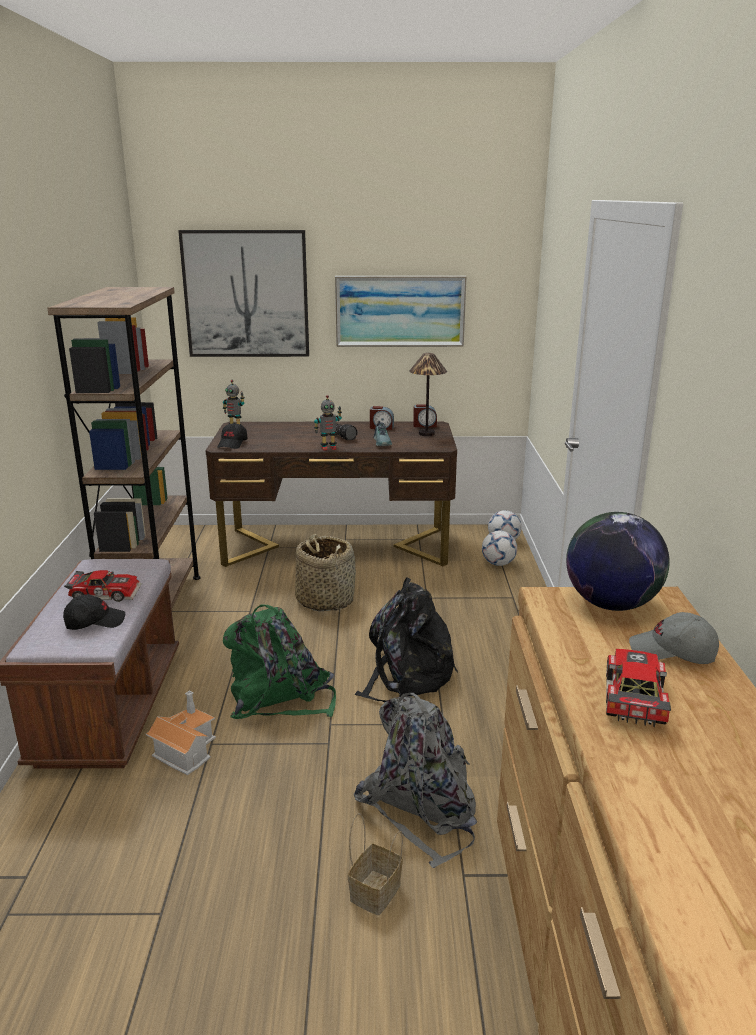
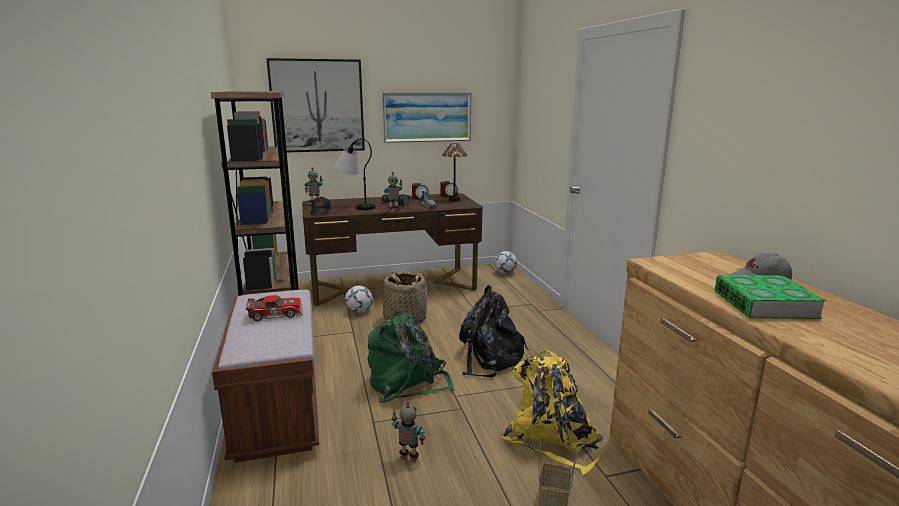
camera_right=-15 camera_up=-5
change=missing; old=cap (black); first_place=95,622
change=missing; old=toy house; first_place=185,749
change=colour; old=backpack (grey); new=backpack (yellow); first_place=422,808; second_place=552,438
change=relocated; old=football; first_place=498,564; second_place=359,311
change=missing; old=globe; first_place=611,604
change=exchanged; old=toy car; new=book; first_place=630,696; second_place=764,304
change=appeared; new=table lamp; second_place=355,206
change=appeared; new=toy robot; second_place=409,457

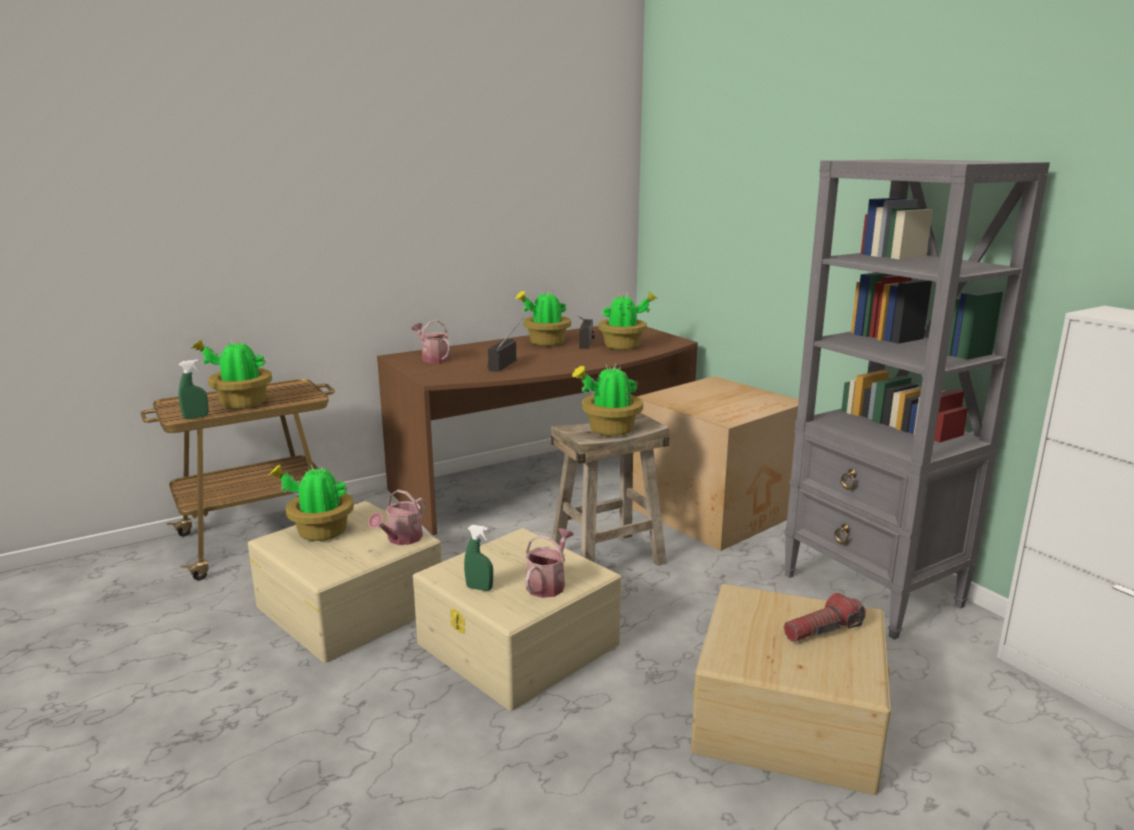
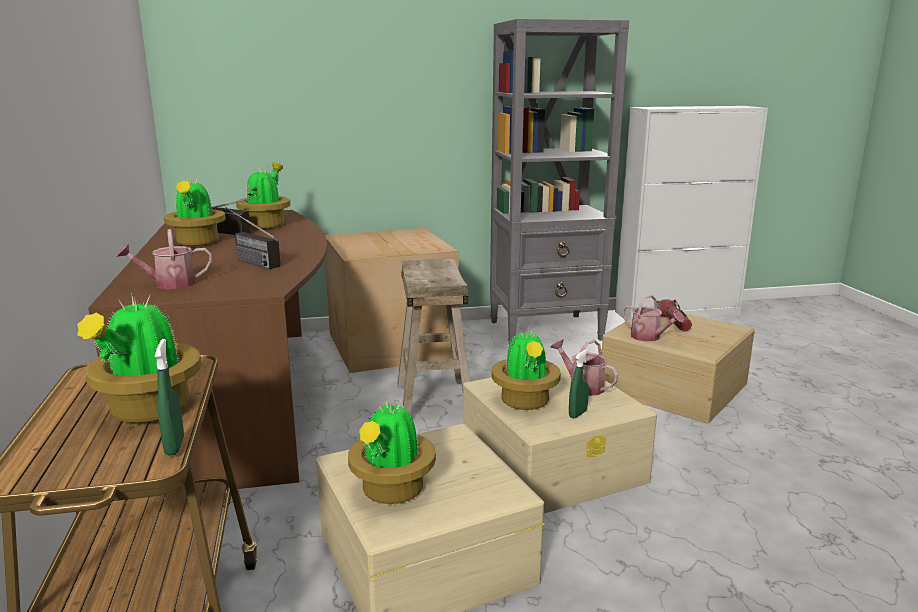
camera_right=-70 camera_up=0
change=relocated; old=watering can; first_place=401,539; second_place=649,337
change=relocated; old=potted plant; first_place=609,430; second_place=525,402

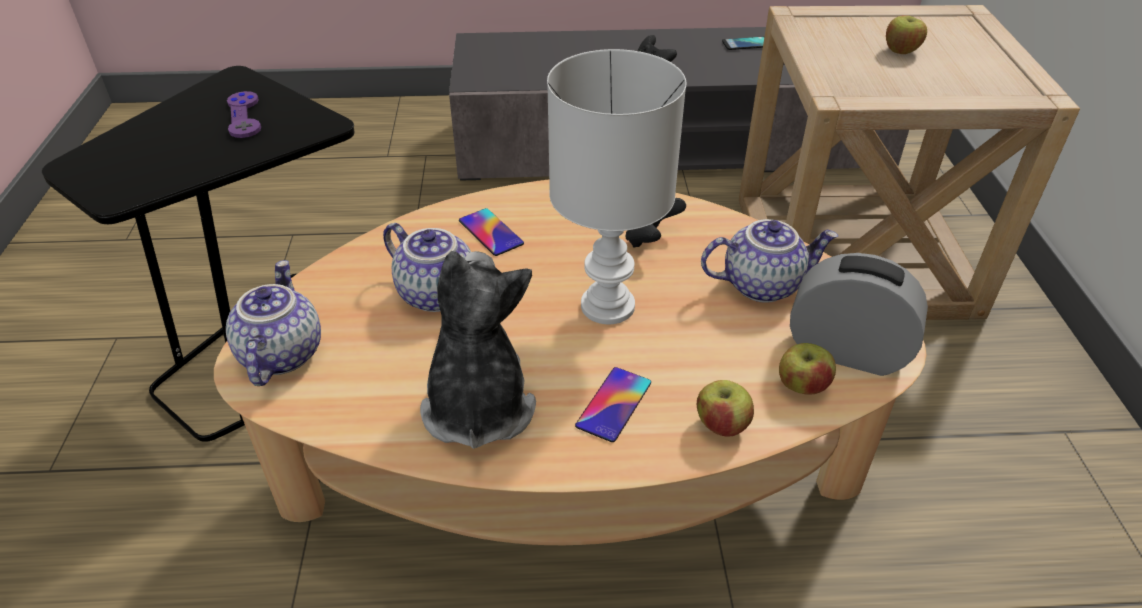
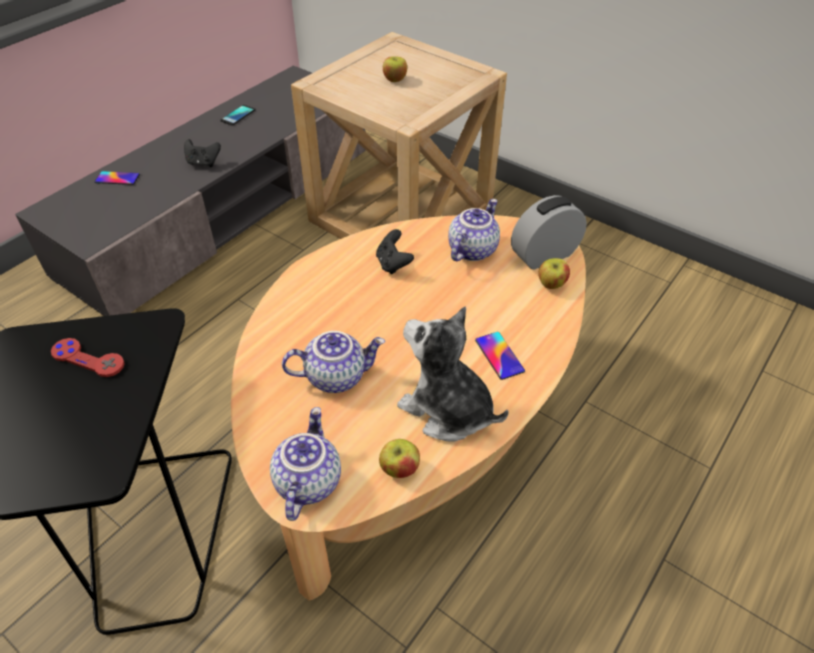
camera_right=-50 camera_up=5
change=spun; old=teapot; first_place=280,354; second_place=306,481; degrees=60
change=colour; old=game controller (purple); new=game controller (red); first_place=244,116; second_place=88,359
change=relocated; old=phone; first_place=491,232; second_place=117,178
change=missing; old=table lamp (white); first_place=610,306
change=relocated; old=apple; first_place=722,426; second_place=400,469

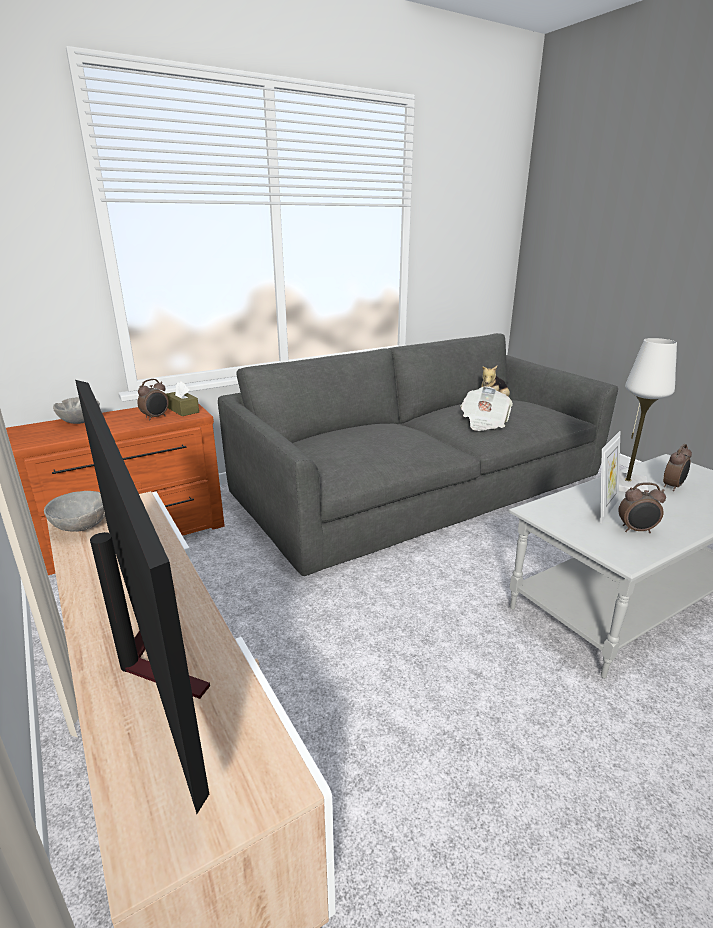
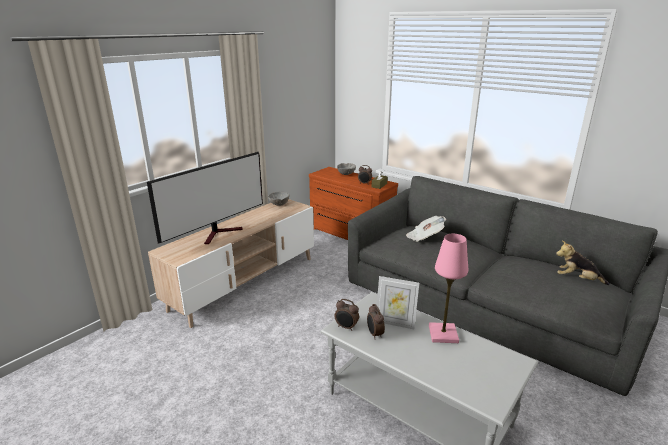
camera_right=70 camera_up=0
change=relocated; old=newspaper; first_place=484,422; second_place=424,237
change=colour; old=table lamp (white); new=table lamp (pink); first_place=626,485; second_place=443,334
change=relocated; old=alarm clock; first_place=673,487; second_place=346,327

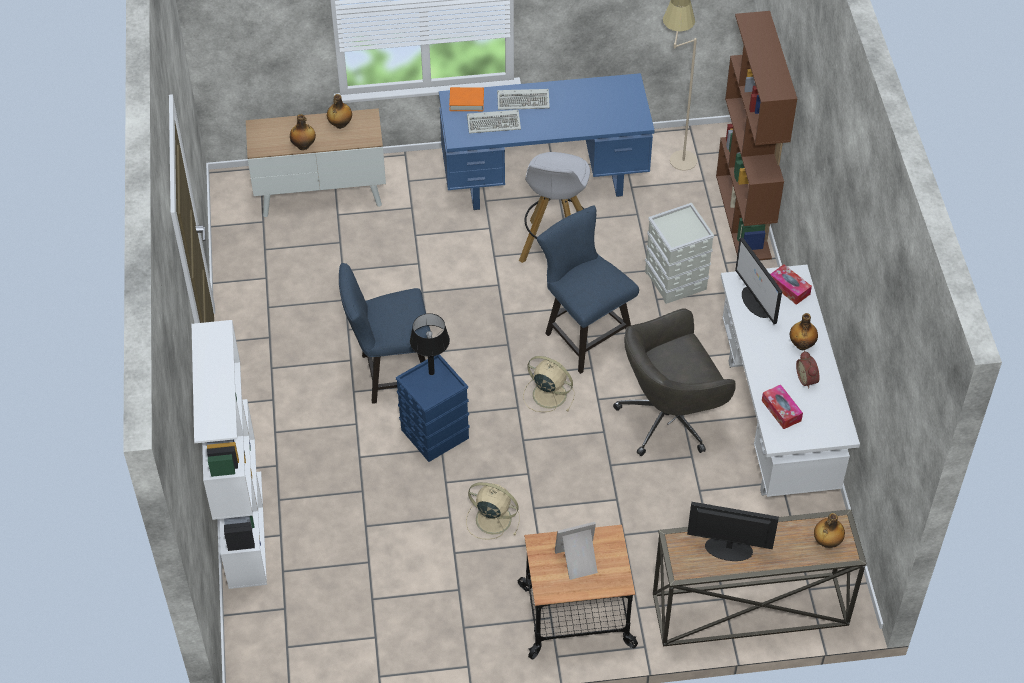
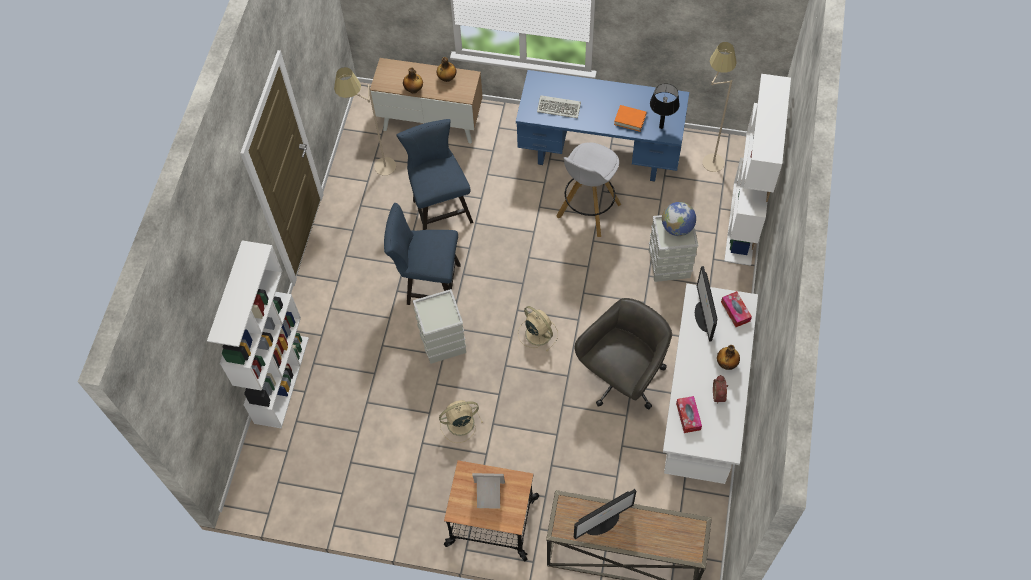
camera_right=20 camera_up=10
change=colour; old=storage box (blue); new=storage box (grey); first_place=434,435; second_place=442,343
change=relocated; old=table lamp (black); first_place=431,372; second_place=661,127
change=relocated; old=book (orange); first_place=466,101; second_place=630,119
change=spun; old=fan (beige); first_place=492,518; second_place=459,423; degrees=-60
change=missing; old=keyboard; first_place=524,101
change=relocated; old=chair (blue); first_place=584,334; second_place=440,208
change=spun; old=office chair (grey); first_place=670,417; second_place=622,378; degrees=135
change=spun; old=monitor; first_place=728,548; second_place=602,521; degrees=120
change=colour; old=bookcase (brown); new=bookcase (white); first_place=744,217; second_place=742,223
change=missing; old=bottle; first_place=826,542
change=appeared; new=floor lamp (beige); second_place=375,169
change=appeared; new=globe; second_place=677,227

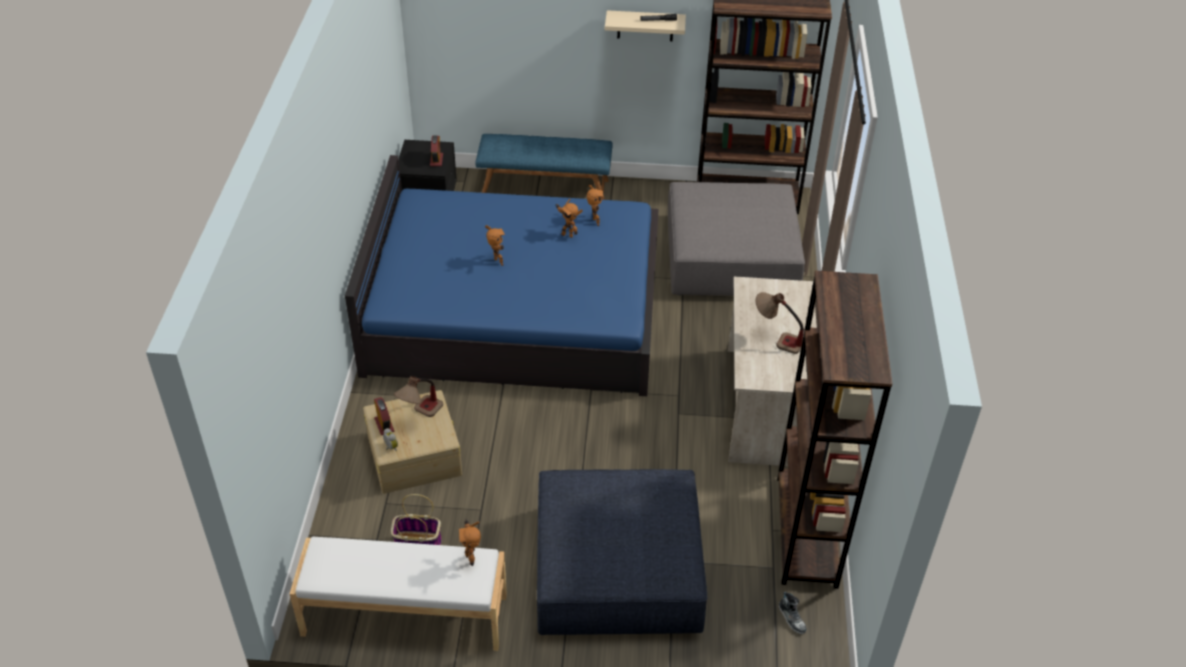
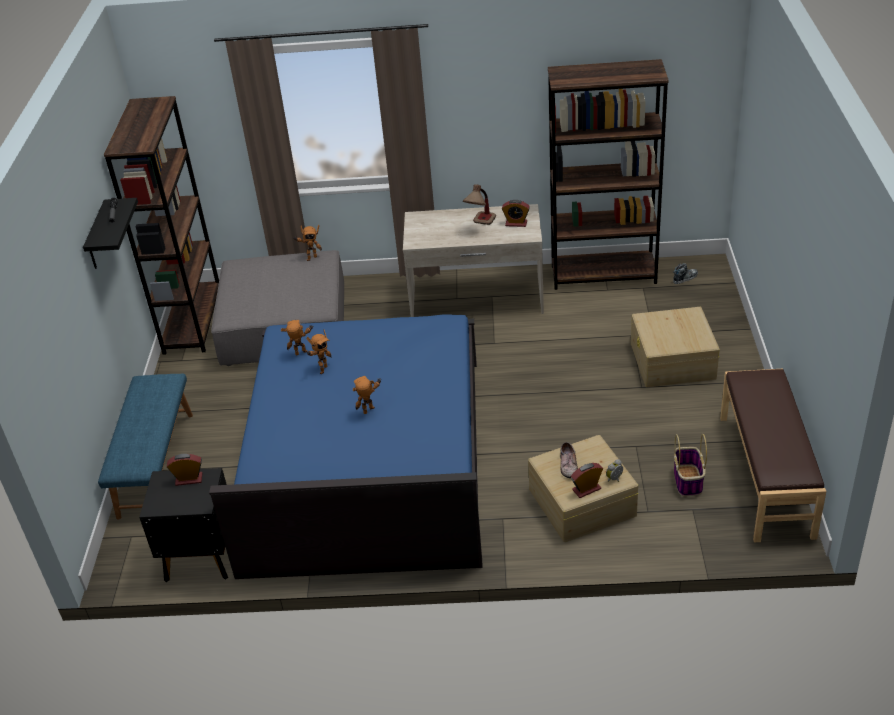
camera_right=-90 camera_up=-5
change=colour; old=bench (white); new=bench (brown); first_place=405,616; second_place=766,475
change=exchanged; old=table lamp; new=shoe; first_place=420,416; second_place=568,465
change=relocated; old=toy robot; first_place=471,558; second_place=311,258
change=exchanged; old=ottoman (blue); new=storage box (beige); first_place=617,569; second_place=672,361
change=colour; old=shelf (beige); new=shelf (black); first_place=645,25; second_place=98,237
change=appeared; new=alarm clock; second_place=516,223

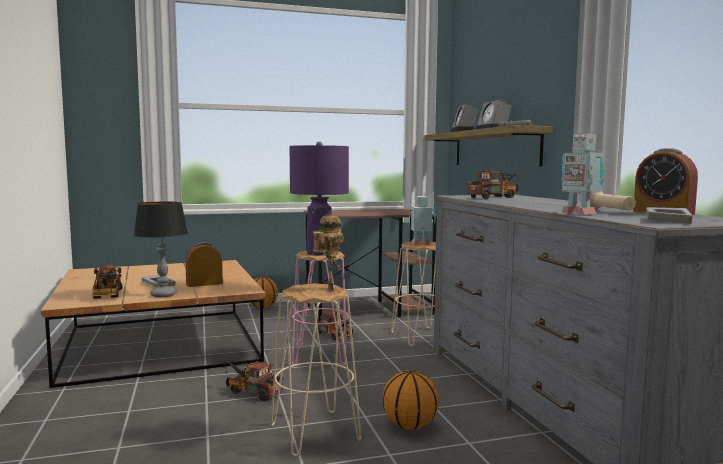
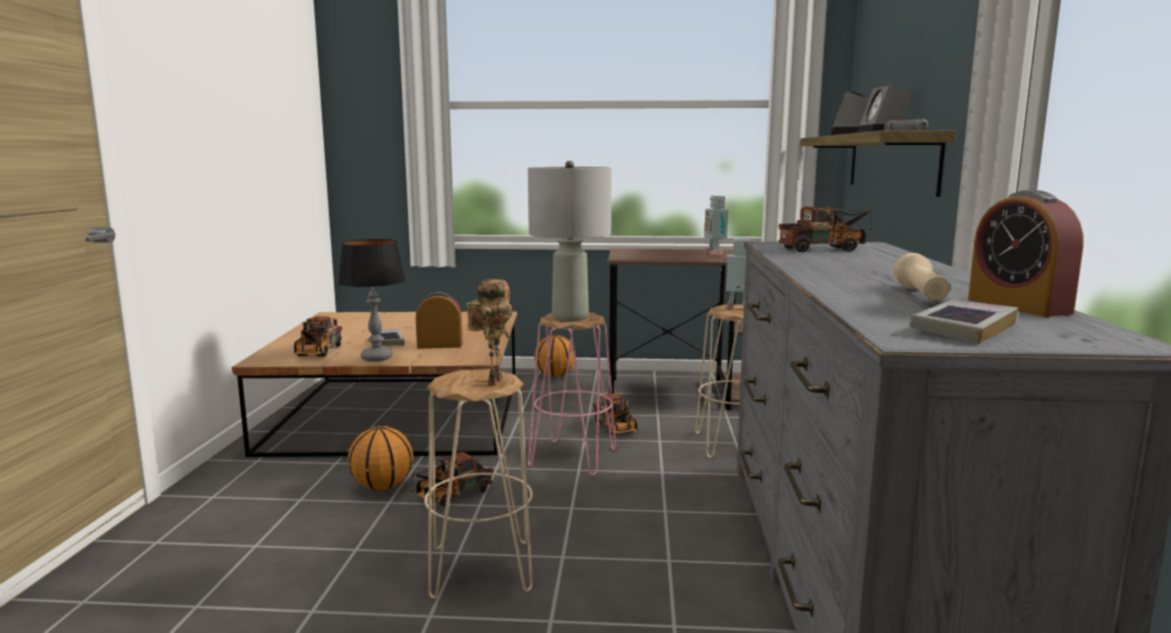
camera_right=20 camera_up=5
change=spun; old=toy truck; first_place=251,391; second_place=450,496; degrees=-90
change=colour; old=table lamp (purple); new=table lamp (grey); first_place=319,253; second_place=570,318
change=relocated; old=basketball; first_place=410,425; second_place=383,487
change=relocated; old=toy robot; first_place=579,213; second_place=715,254

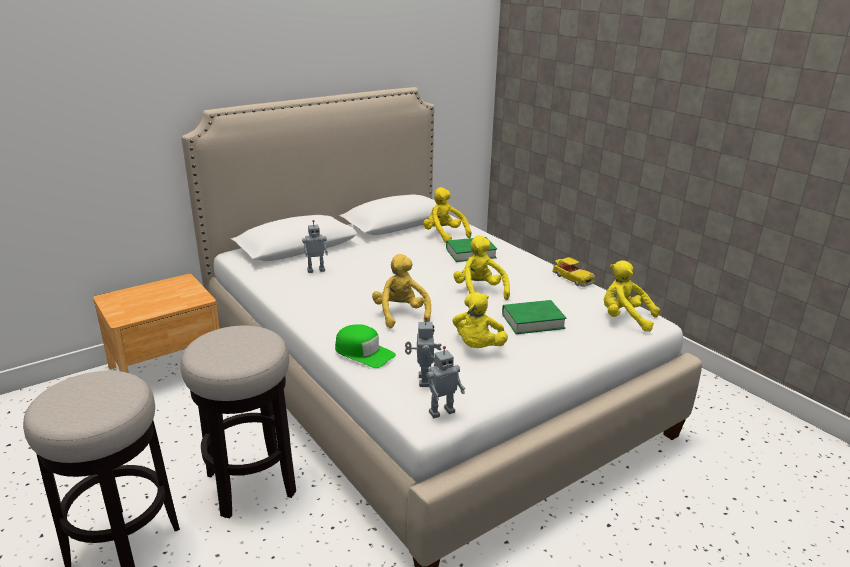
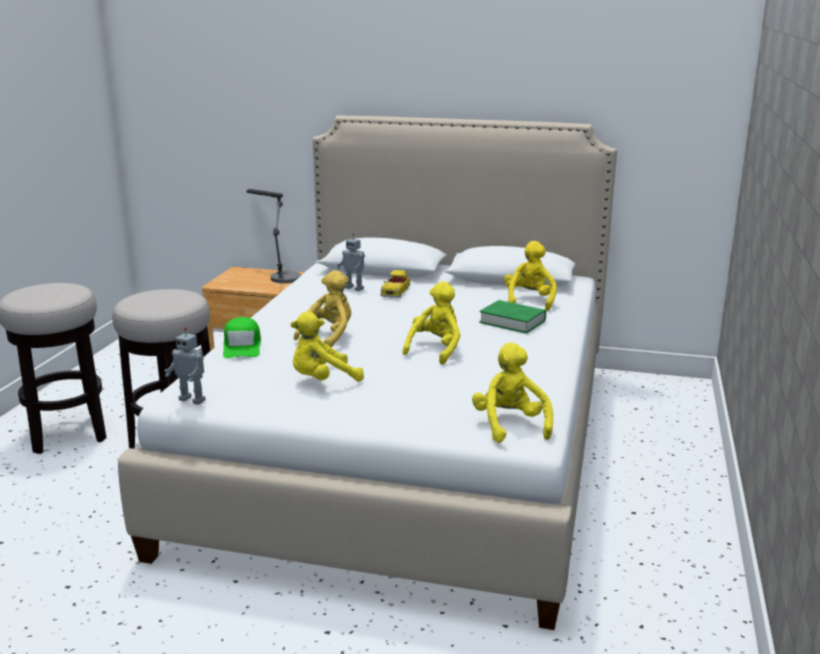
camera_right=50 camera_up=-5
change=missing; old=toy robot; first_place=423,380
change=missing; old=book (green); first_place=533,321
change=relocated; old=toy car; first_place=572,278; second_place=396,292
change=appeared; new=table lamp; second_place=279,276

